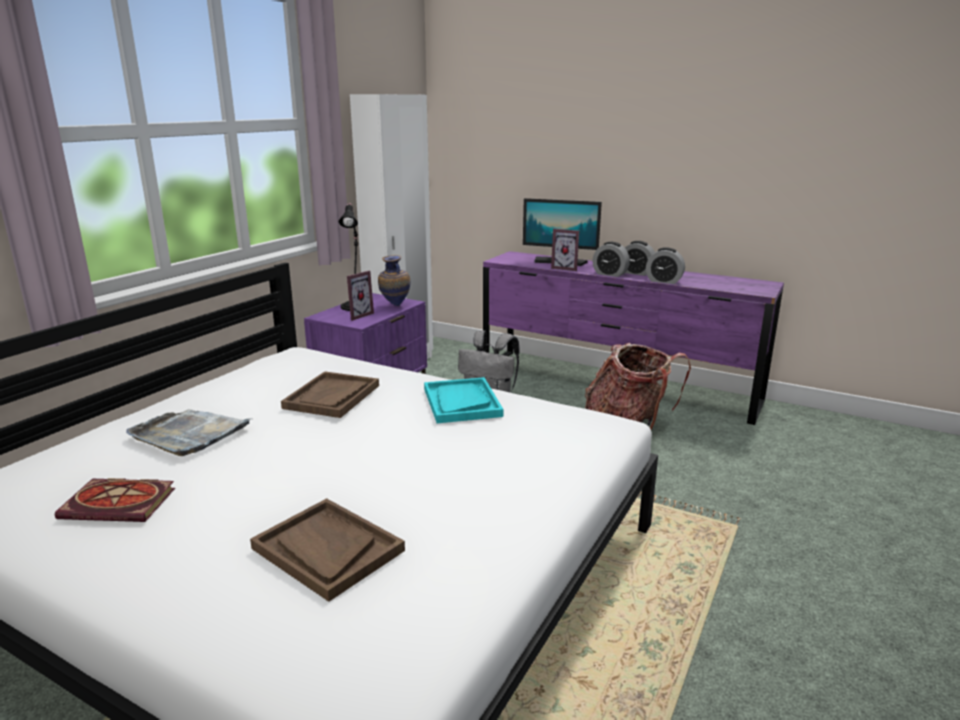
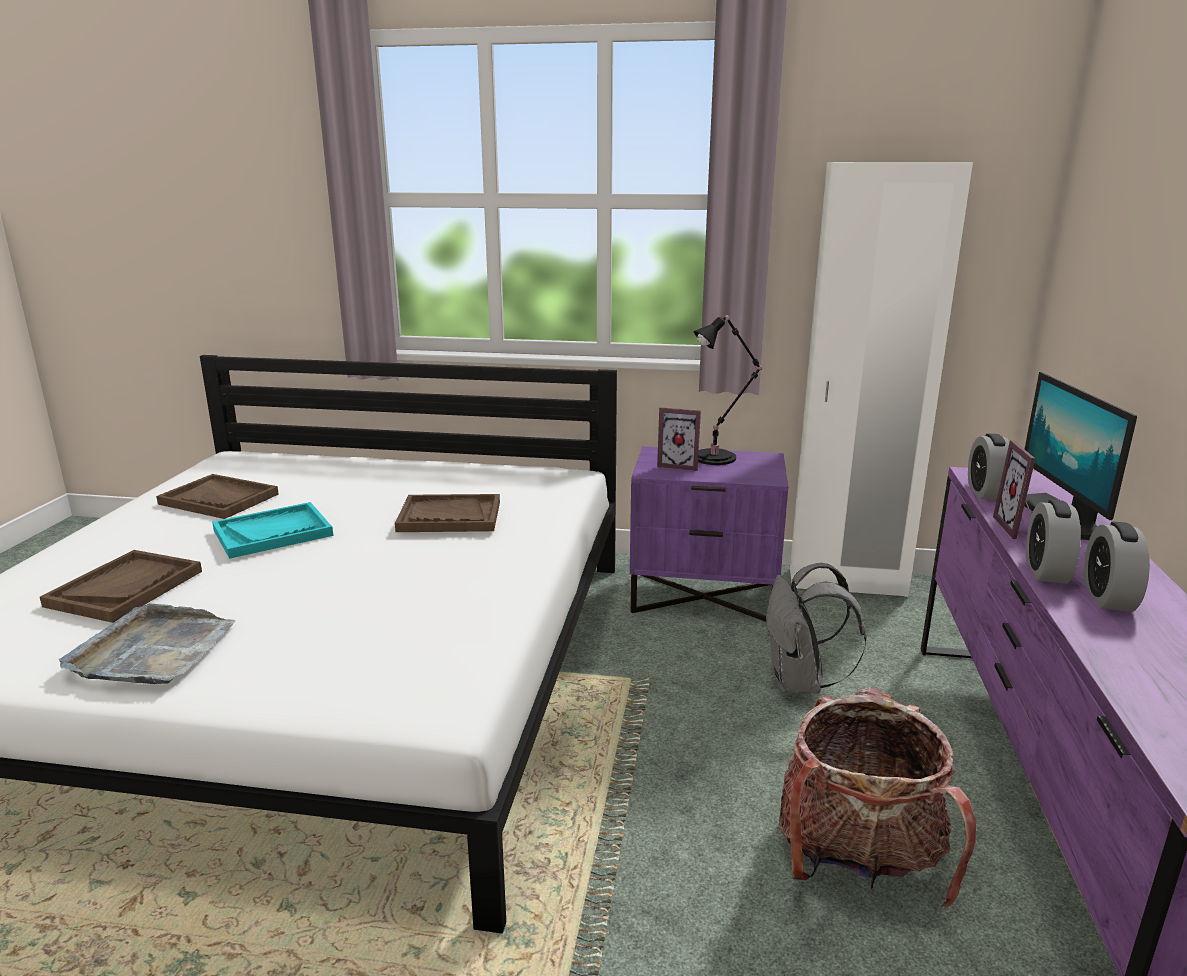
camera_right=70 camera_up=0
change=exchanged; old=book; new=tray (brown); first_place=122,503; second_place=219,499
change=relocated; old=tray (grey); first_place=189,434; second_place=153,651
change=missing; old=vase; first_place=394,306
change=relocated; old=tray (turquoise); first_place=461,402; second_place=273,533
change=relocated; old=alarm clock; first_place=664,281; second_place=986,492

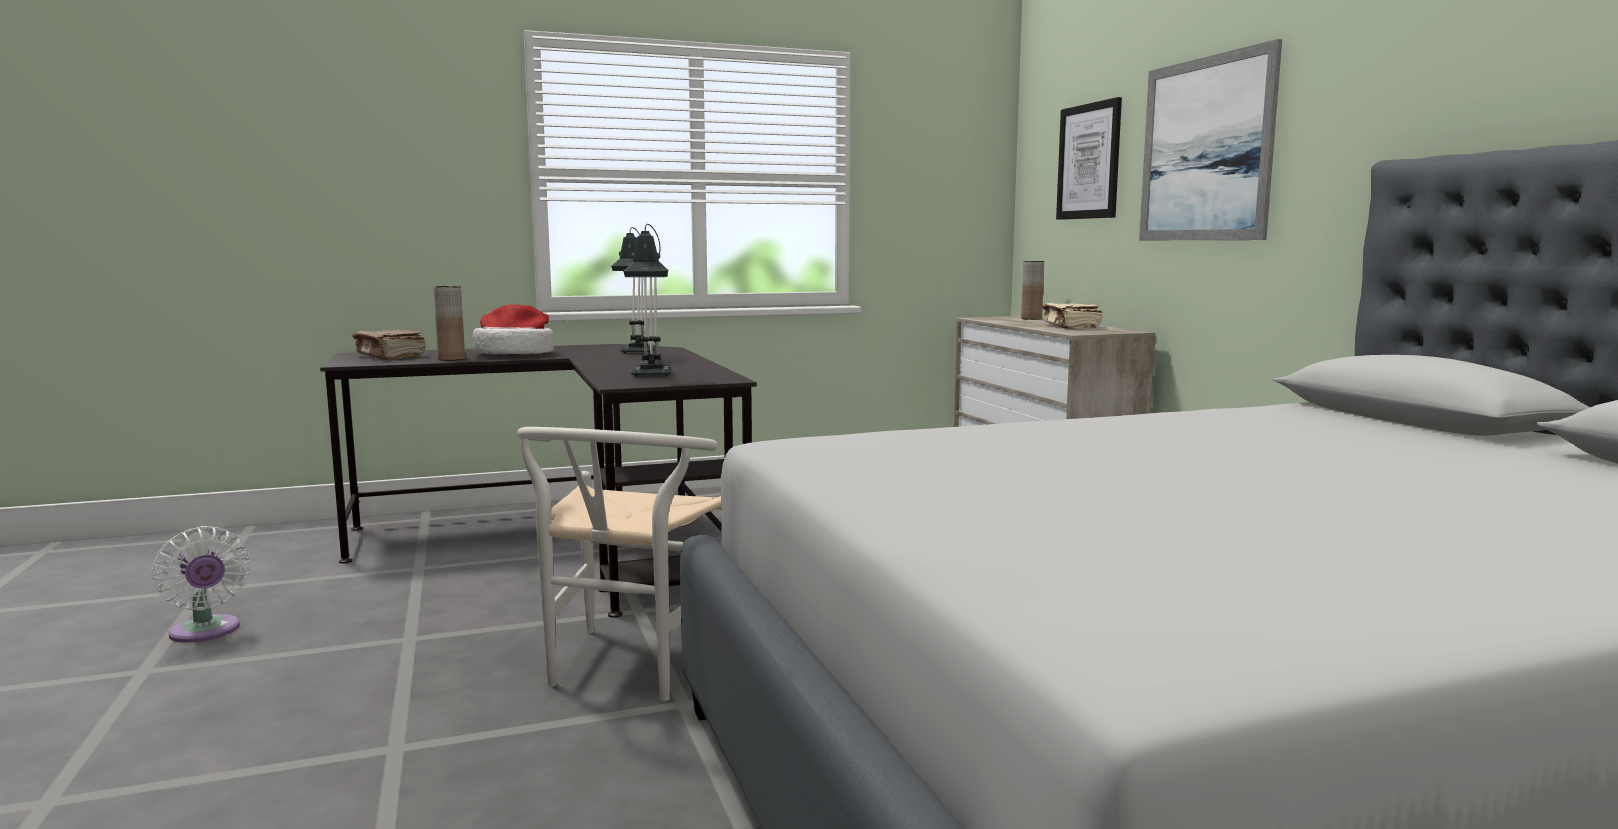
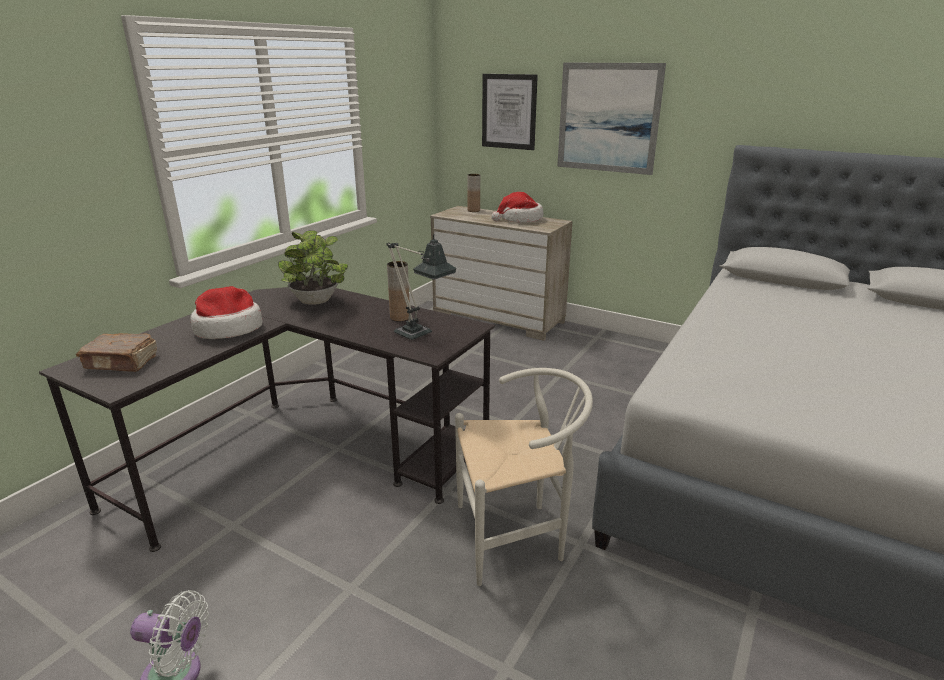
camera_right=-40 camera_up=15
change=relocated; old=vase (brown); first_place=451,359; second_place=400,317
change=spun; old=chair (white); first_place=630,669; second_place=517,536; degrees=-75
change=exchanged; old=table lamp; new=potted plant; first_place=637,353; second_place=316,302
change=exchanged; old=book (beige); new=hat; first_place=1071,326; second_place=520,219

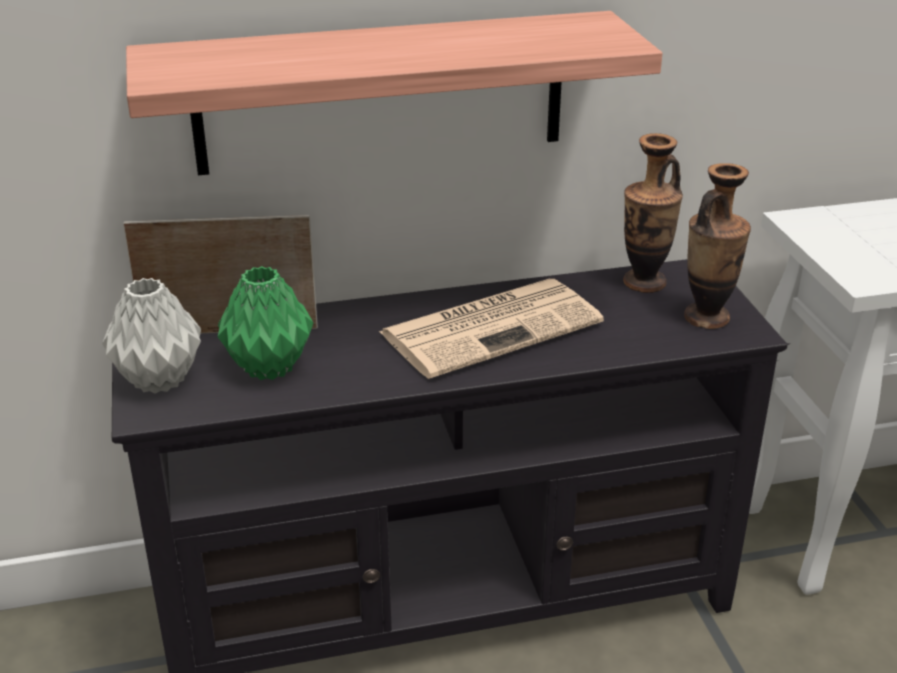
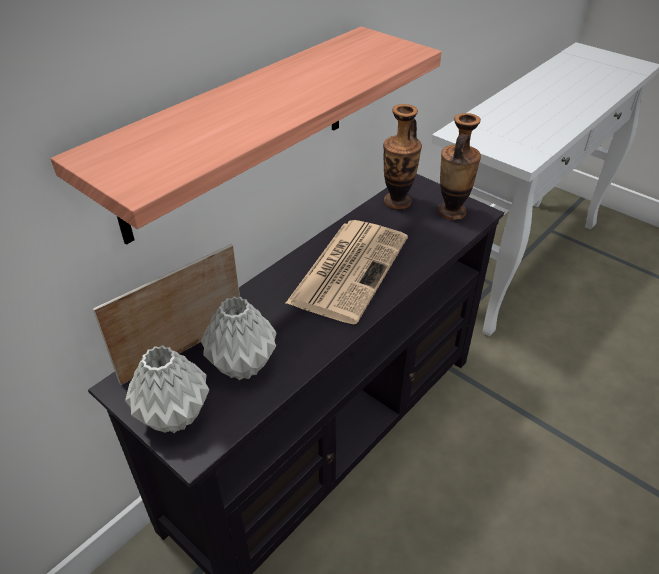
camera_right=-35 camera_up=10
change=colour; old=vase (green); new=vase (grey); first_place=270,368; second_place=244,366

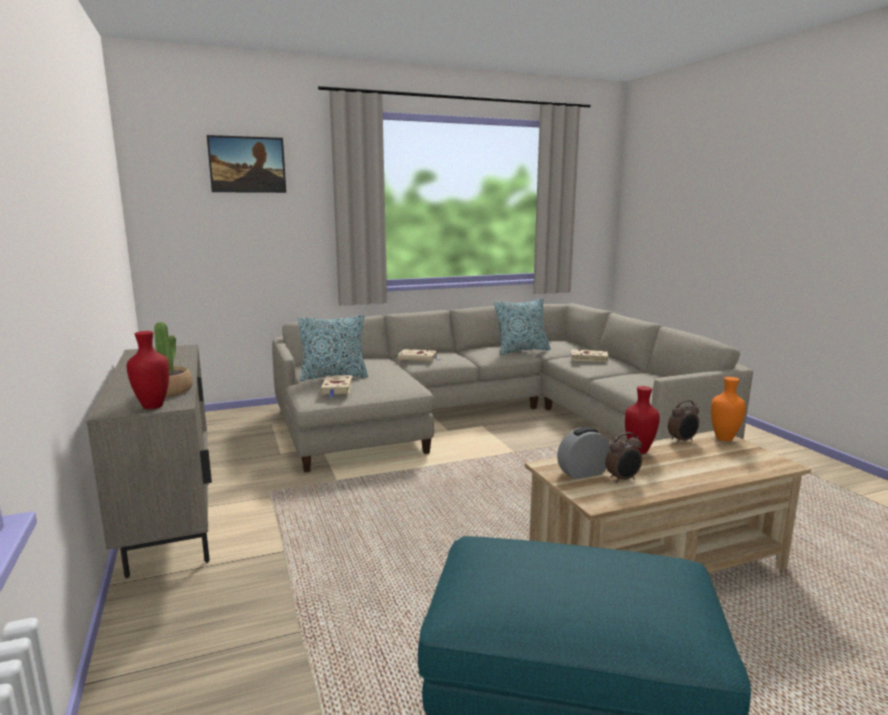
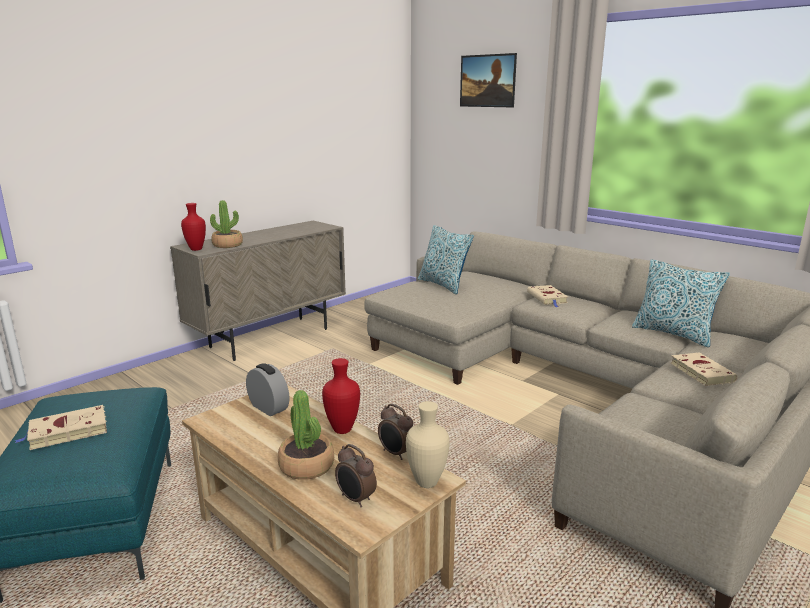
camera_right=65 camera_up=5
change=relocated; old=book (beige); first_place=337,388; second_place=66,432
change=relocated; old=alarm clock; first_place=623,479; second_place=355,499
change=colour; old=vase (orange); new=vase (beige); first_place=723,439; second_place=426,481
change=appeared; new=potted plant; second_place=307,466

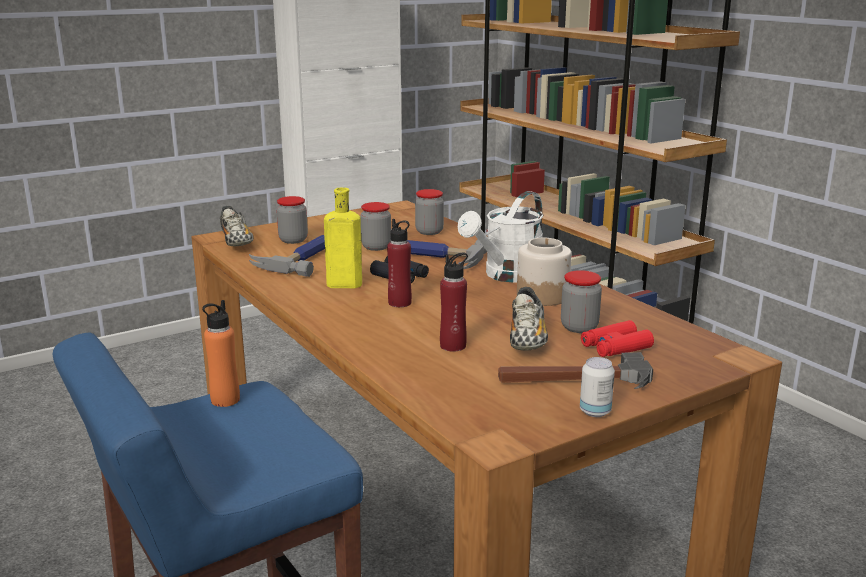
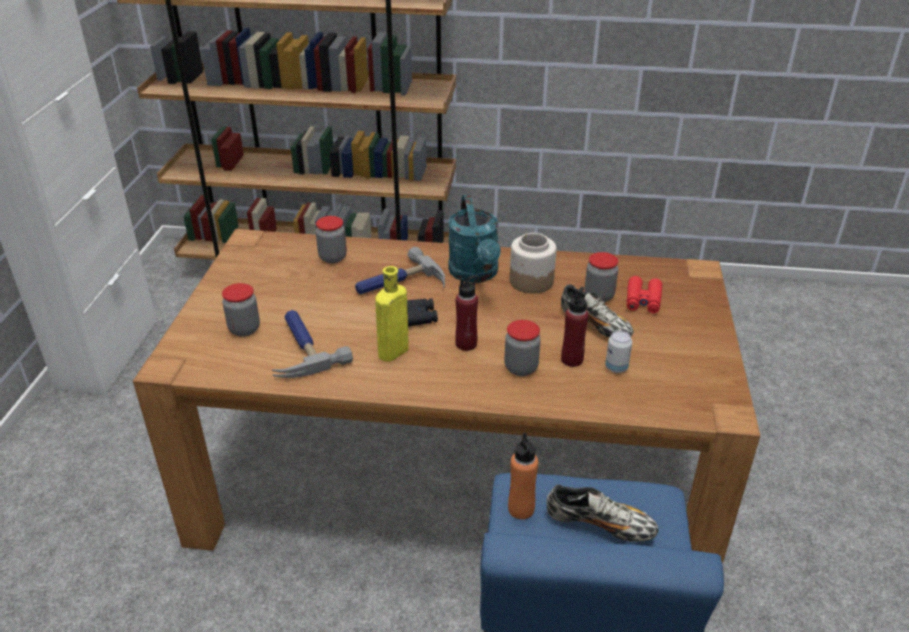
camera_right=-50 camera_up=15
change=relocated; old=shoe; first_place=236,242; second_place=599,525
change=relocated; old=jar; first_place=376,247; second_place=521,368
change=colour; old=watering can (white); new=watering can (turquoise); first_place=507,276; second_place=476,274
change=missing; old=hammer; first_place=574,380
change=relocated; old=can; first_place=595,411; second_place=616,367

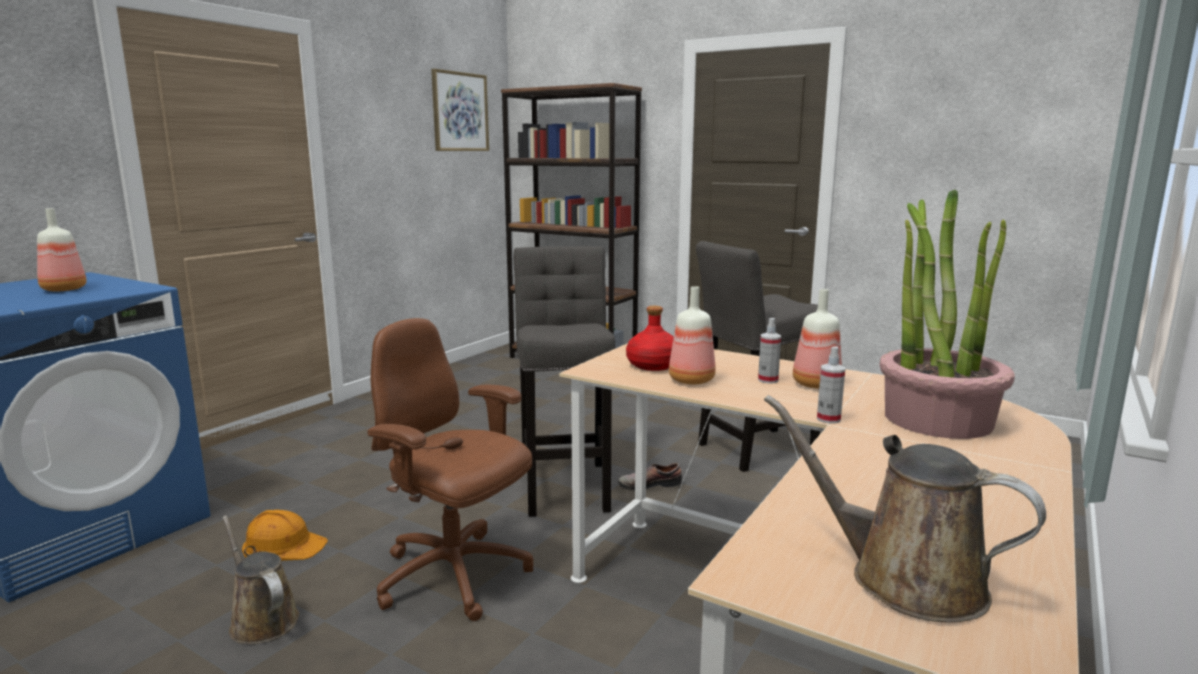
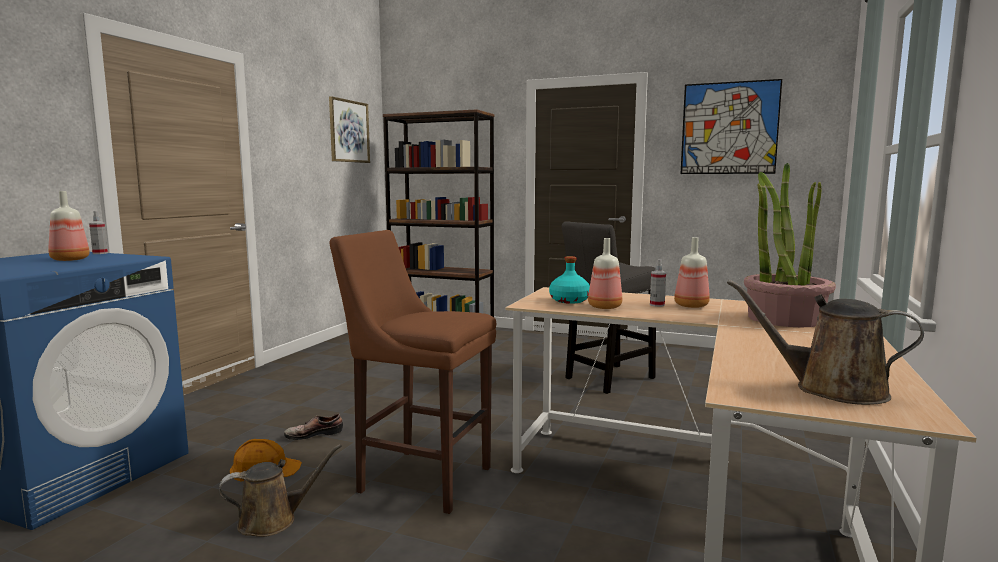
camera_right=-10 camera_up=-5
change=spun; old=watering can (brown); first_place=261,620; second_place=273,520; degrees=120
change=exchanged; old=office chair (brown); new=stool (brown); first_place=455,577; second_place=420,478
change=missing; old=stool (grey); first_place=566,485
change=relocated; old=shoe; first_place=649,484; second_place=313,434
change=colour; old=bottle (red); new=bottle (turquoise); first_place=652,365; second_place=569,300
change=relocated; old=spray bottle; first_place=828,419; second_place=100,253
change=appeared; new=picture; second_place=729,128

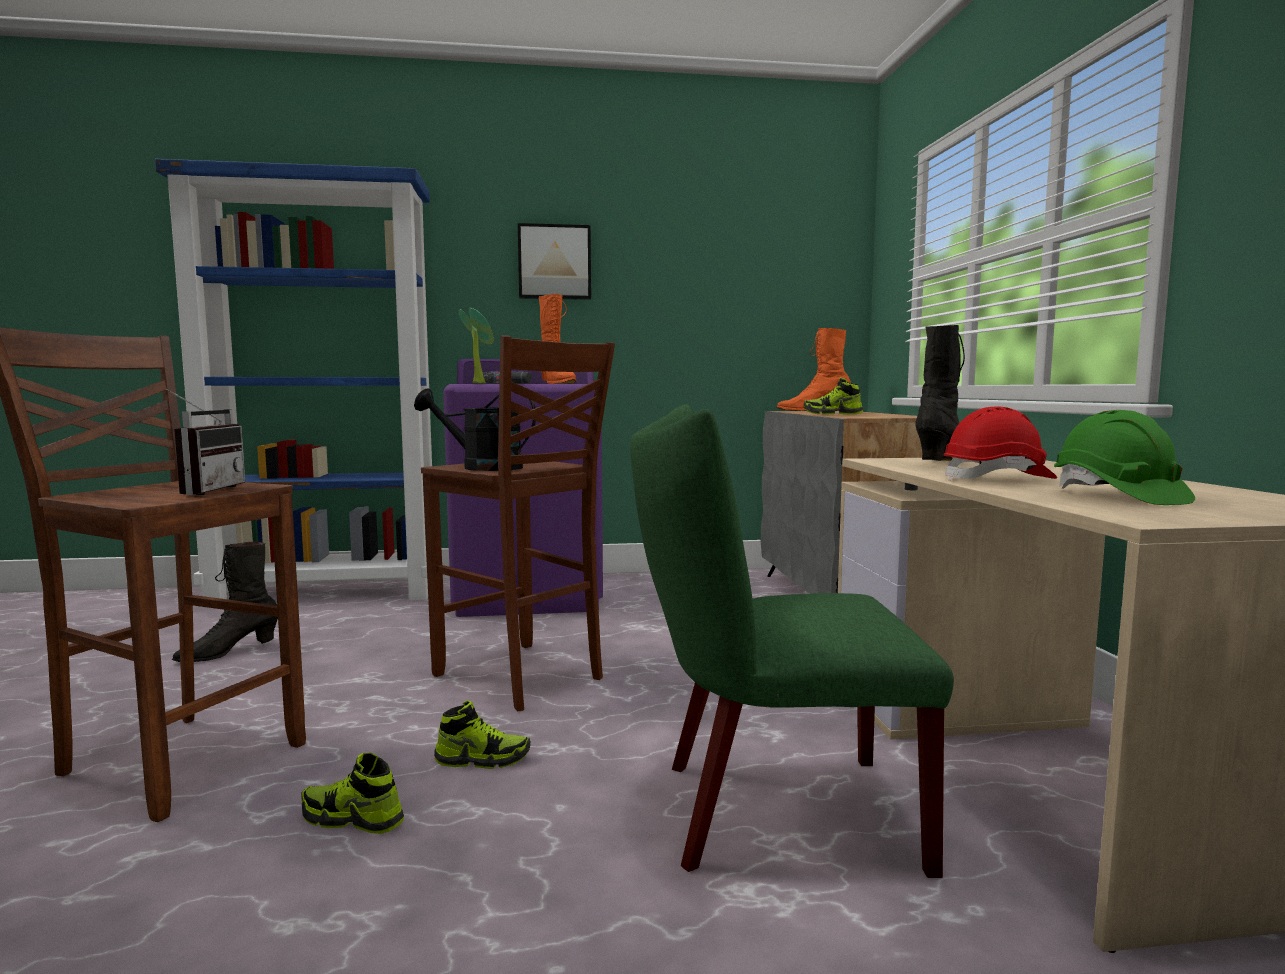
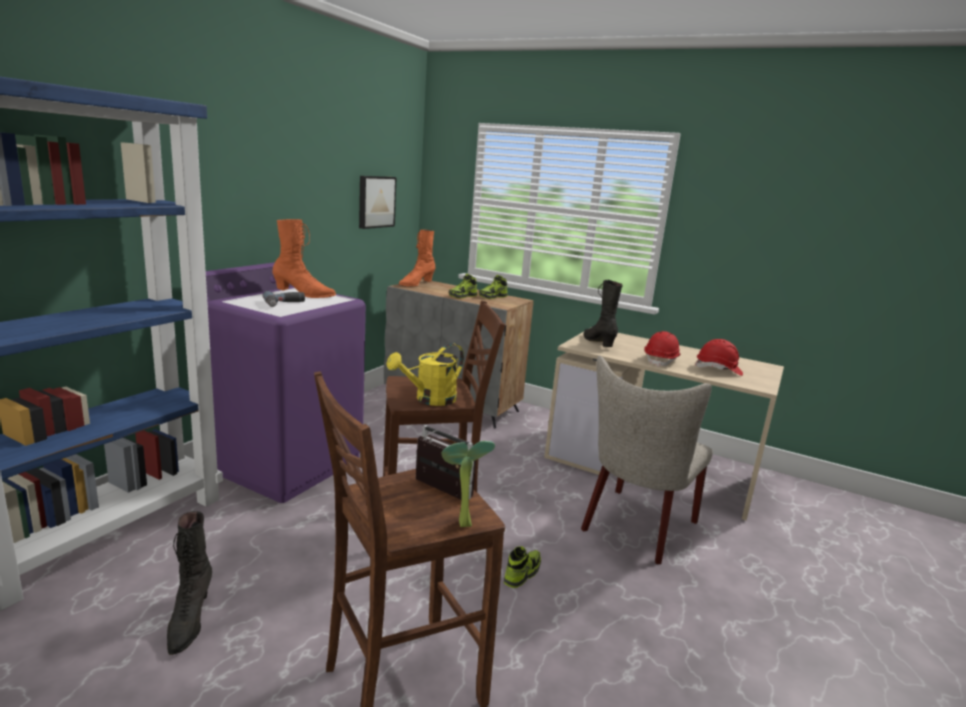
camera_right=-55 camera_up=10
change=relocated; old=shoe; first_place=352,819; second_place=493,297
change=colour; old=watering can (black); new=watering can (yellow); first_place=481,467; second_place=429,400
change=relocated; old=potted plant; first_place=479,383; second_place=461,522
change=relocated; old=picture; first_place=554,262; second_place=375,201
change=colour; old=chair (green); new=chair (beige); first_place=770,812; second_place=635,528
change=colour; old=hard hat (green); new=hard hat (red); first_place=1117,496; second_place=718,370

